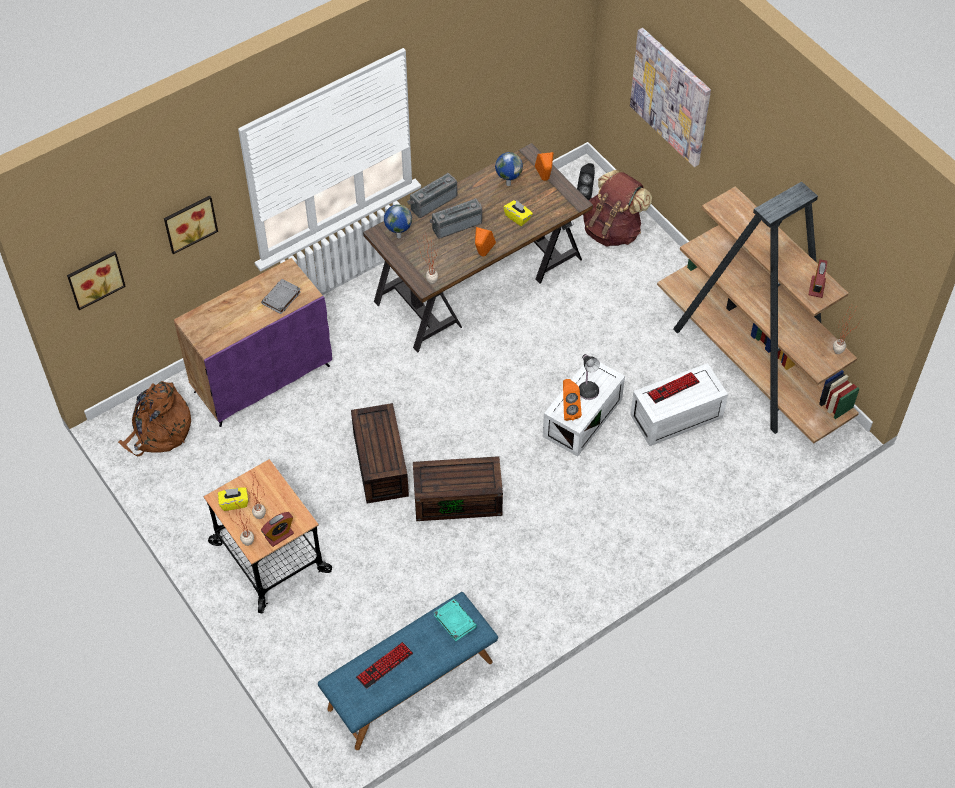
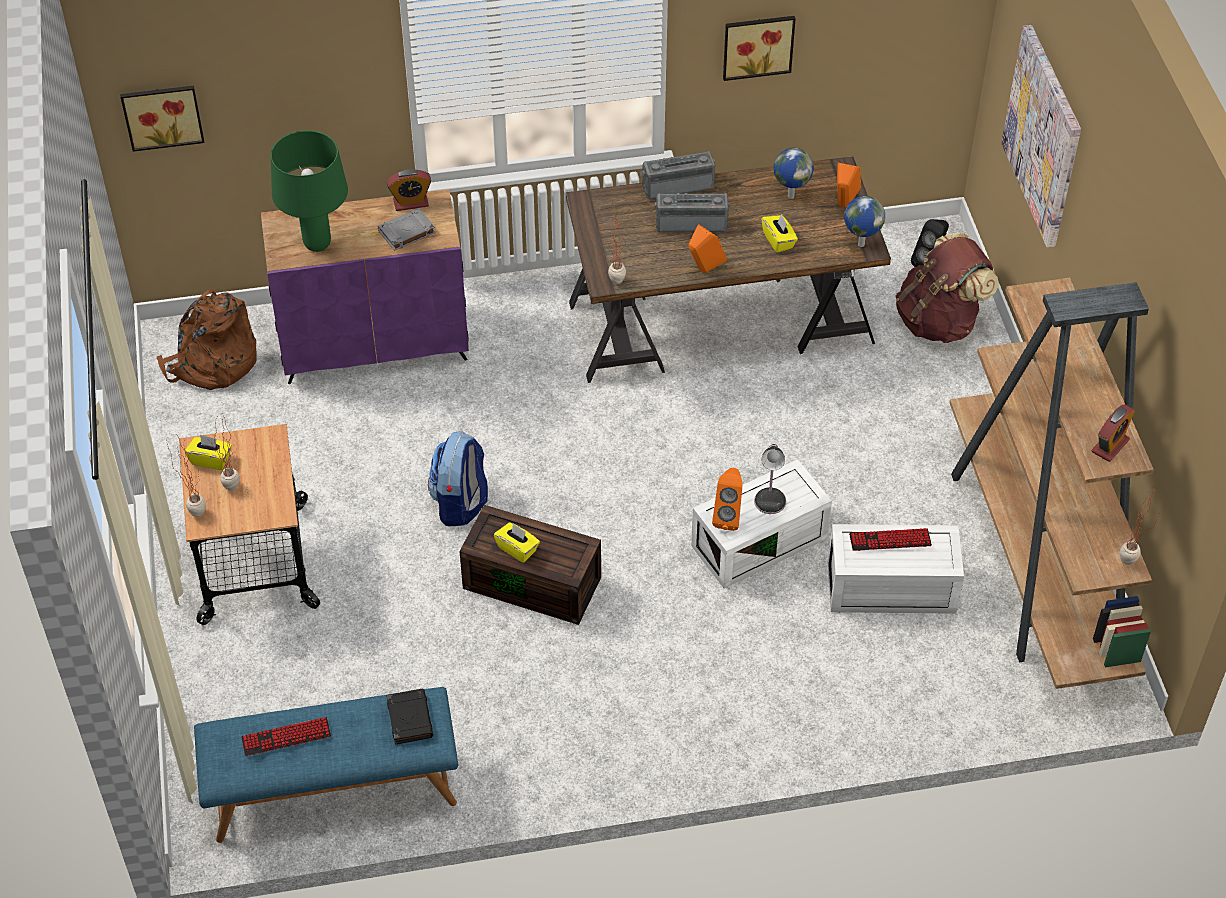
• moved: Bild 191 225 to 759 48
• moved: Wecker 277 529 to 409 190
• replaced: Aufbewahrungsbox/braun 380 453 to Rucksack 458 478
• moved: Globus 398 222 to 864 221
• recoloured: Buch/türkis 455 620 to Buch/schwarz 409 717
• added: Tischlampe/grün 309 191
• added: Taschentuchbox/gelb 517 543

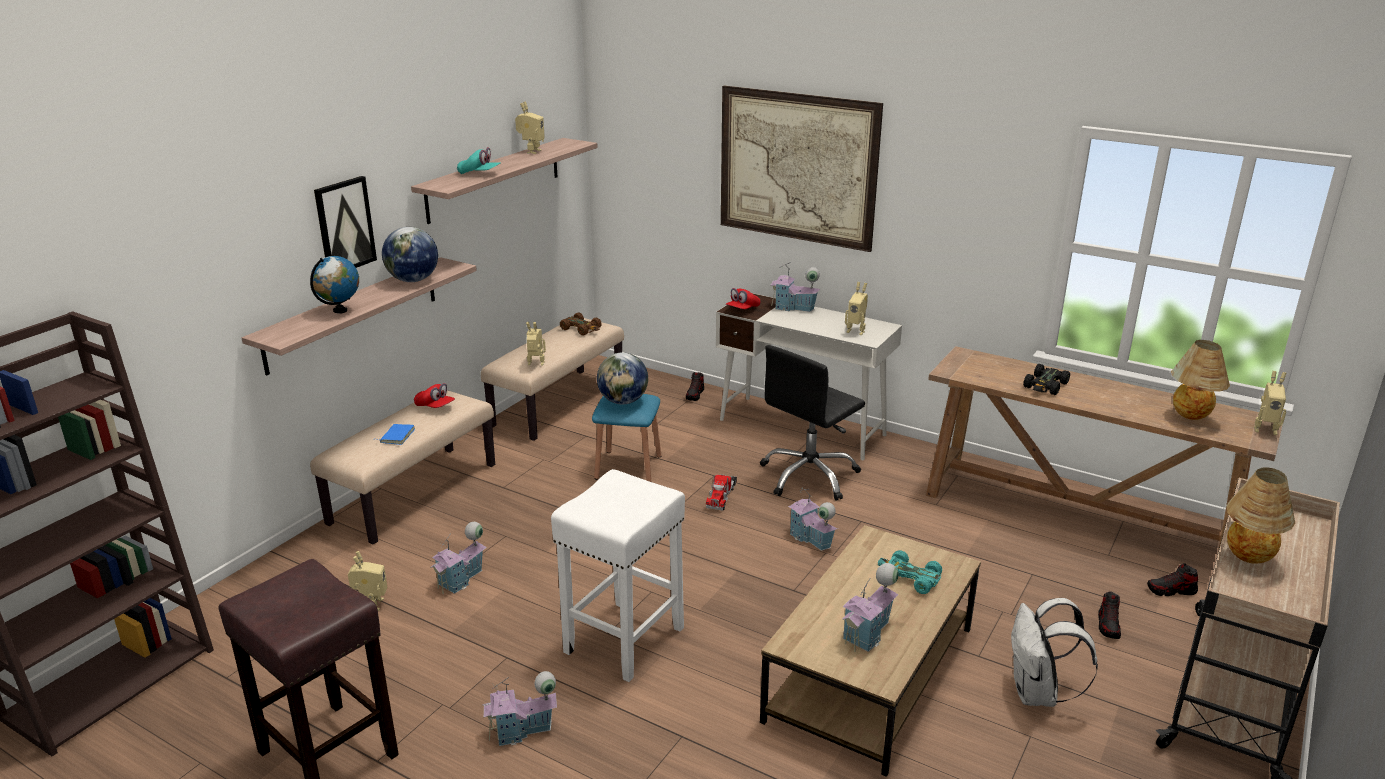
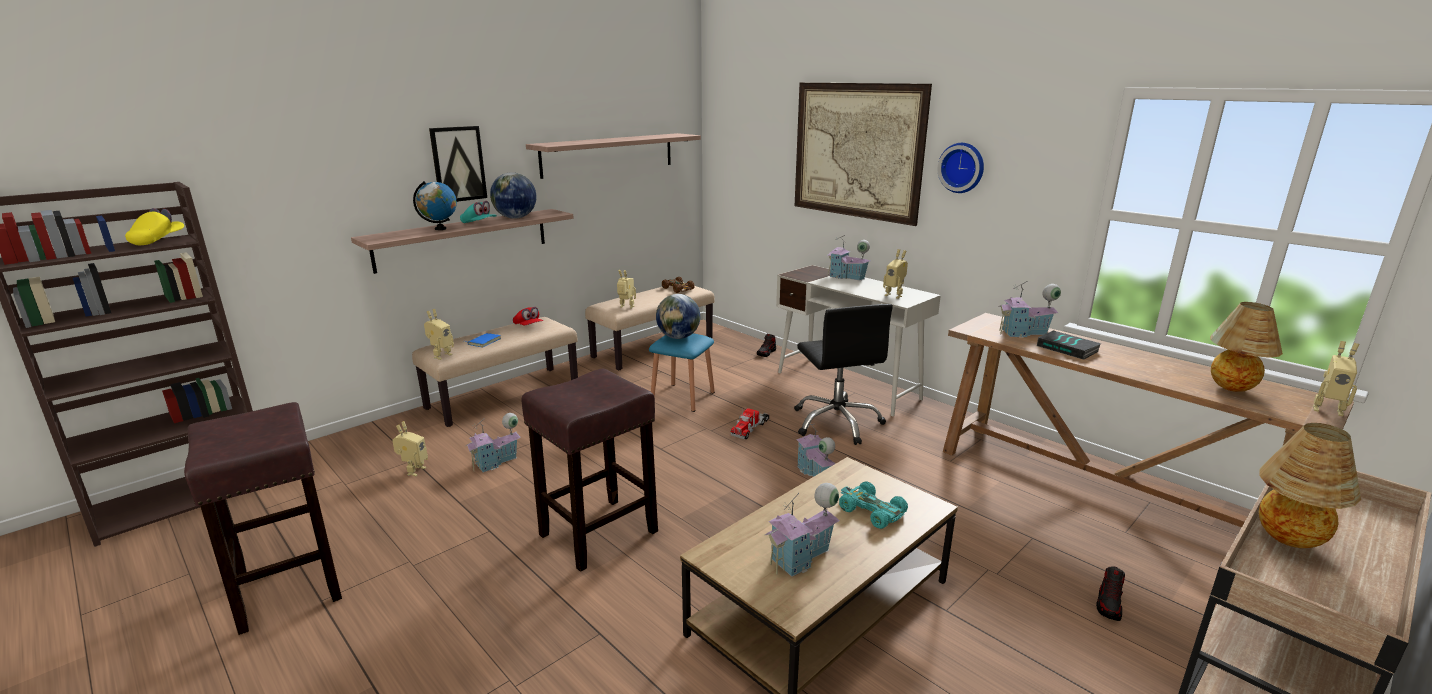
• moved: Kappe/türkis 478 160 to 478 212
• moved: Spielzeughaus 519 708 to 1029 309
• moved: Spielzeugroboter 530 128 to 439 334
• recoloured: Hocker/weiß 618 575 to Hocker/braun 589 470
• removed: Kappe/rot 743 298
• turned: Bürostuhl/schwarz 812 422 = 843 374 75 degrees counterclockwise
• removed: Rucksack/weiß 1054 652
• replaced: Spielzeugauto/schwarz 1046 379 to Buch 1069 345
• removed: Schuh 1172 579
• added: Kappe/gelb 154 226
• added: Wanduhr 961 168

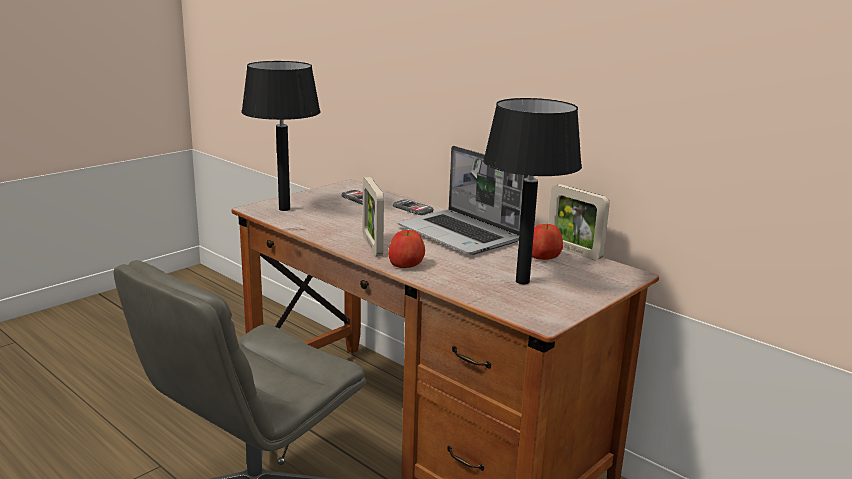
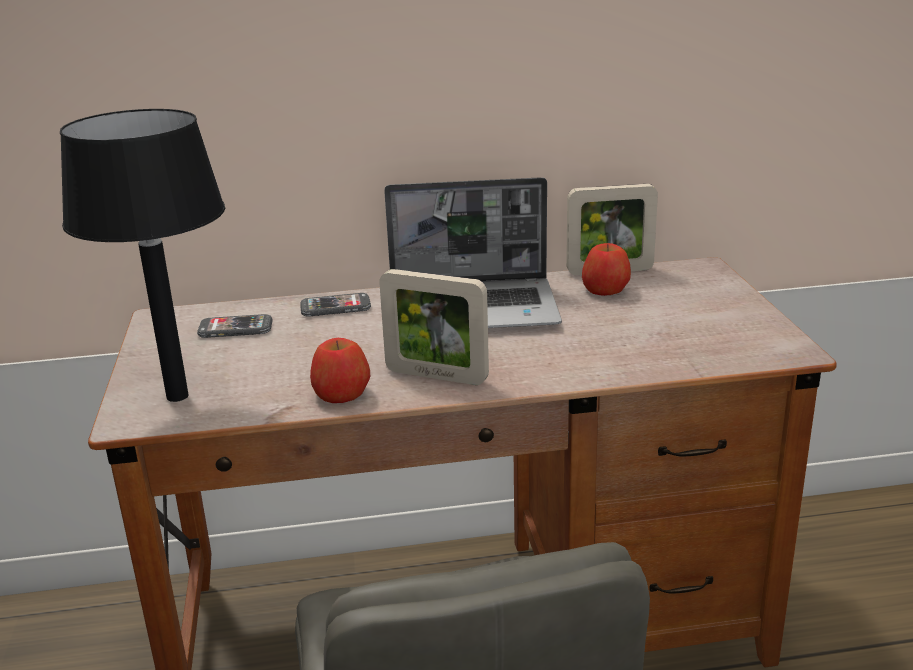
• moved: Apfel 406 249 to 340 370
• removed: Tischlampe/schwarz 532 191

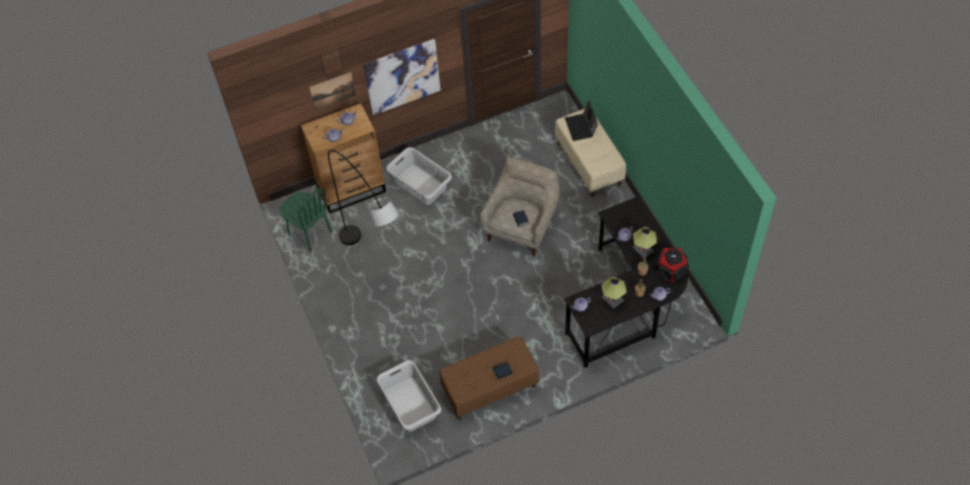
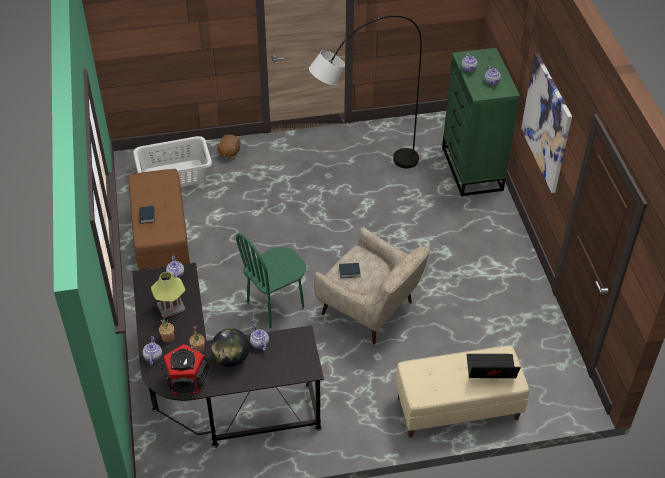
• moved: Stuhl/grün 306 220 to 271 281
• recoloured: Kommode/braun 343 158 to Kommode/grün 481 122
• removed: Bild 332 91
• removed: Wäschekorb/grau 419 176
• replaced: Tischlampe 644 242 to Globus 230 347
• added: Plüschtier/braun 228 147

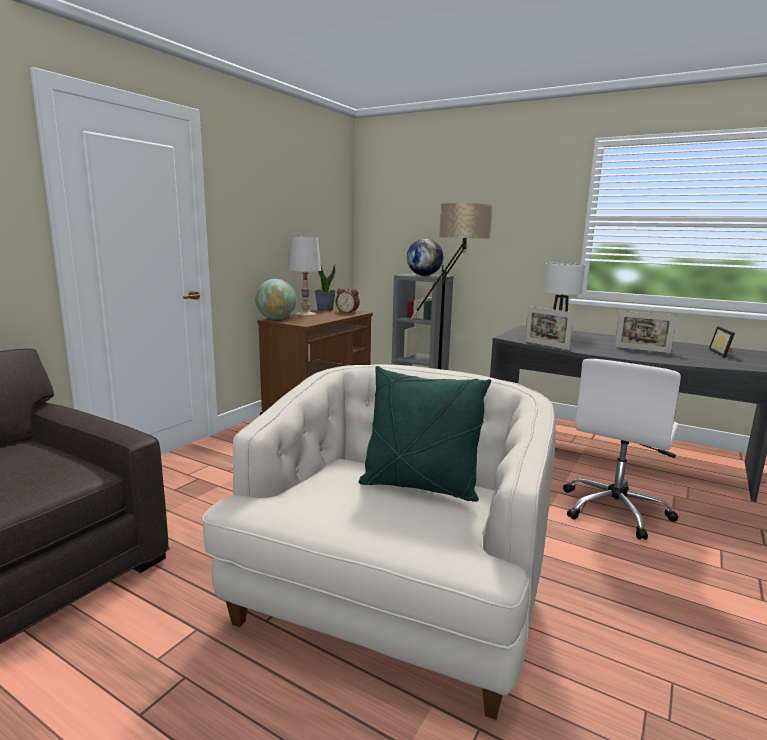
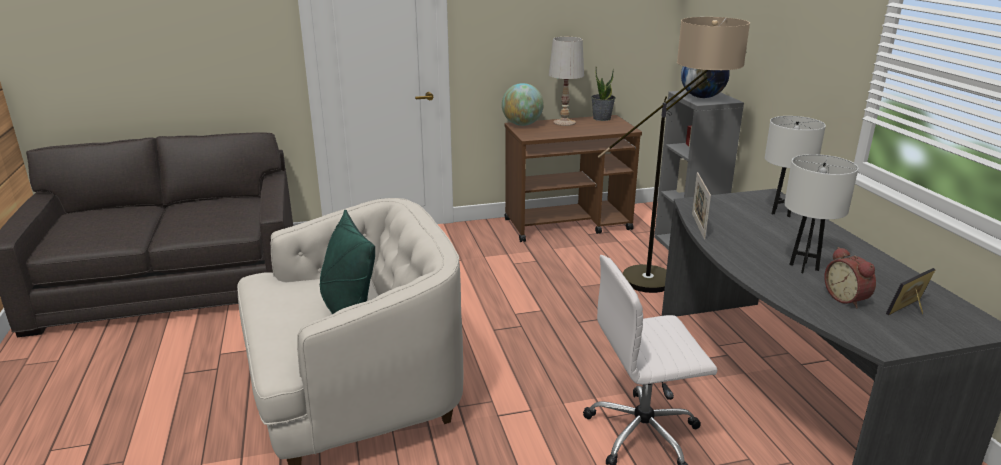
• moved: Wecker 348 301 to 850 277
• replaced: Bilderrahmen 645 332 to Tischlampe/weiß 821 213

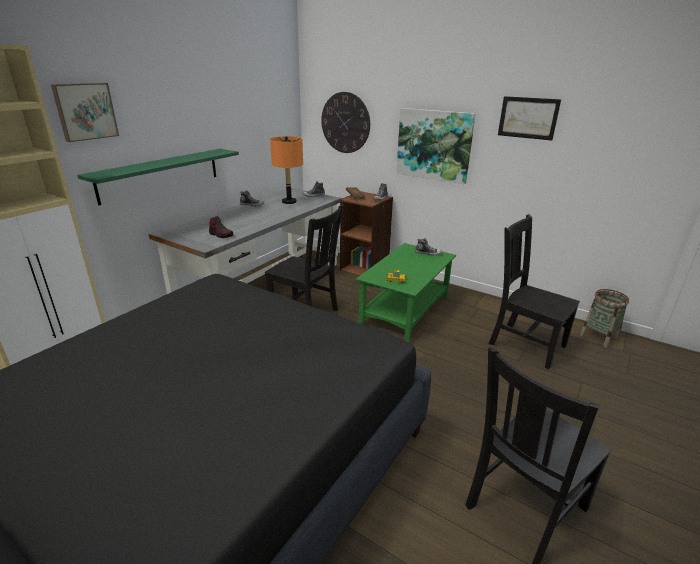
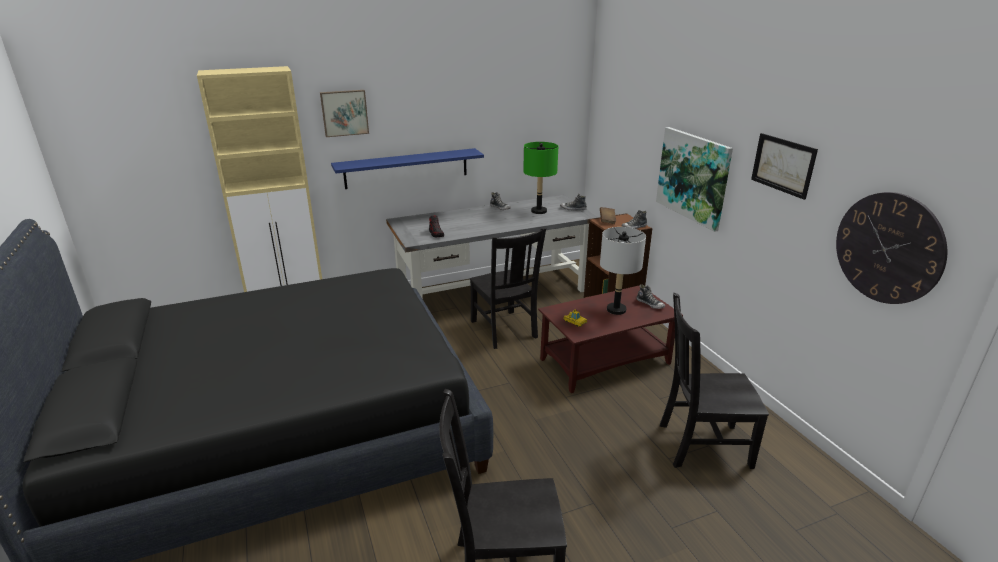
• recoloured: Wandregal/grün 158 177 to Wandregal/blau 407 168
• recoloured: Tischlampe/orange 286 170 to Tischlampe/grün 540 178
• moved: Wanduhr 345 122 to 891 248
• recoloured: Couchtisch/grün 406 292 to Couchtisch/braun 610 339
• turned: Stuhl/schwarz 534 291 = 714 381 75 degrees counterclockwise
• removed: Korb 604 318
• added: Tischlampe/grau 623 271

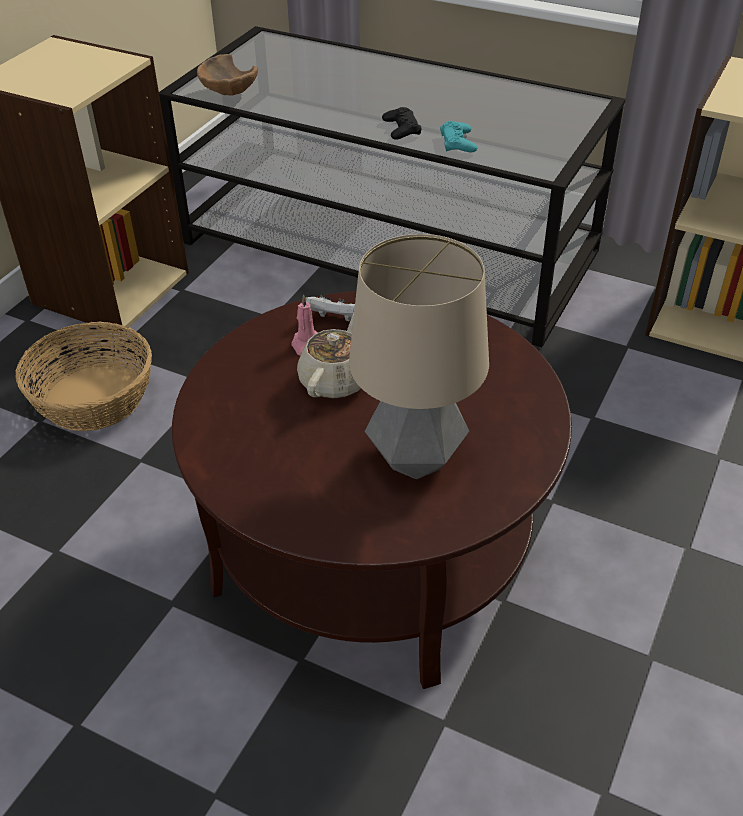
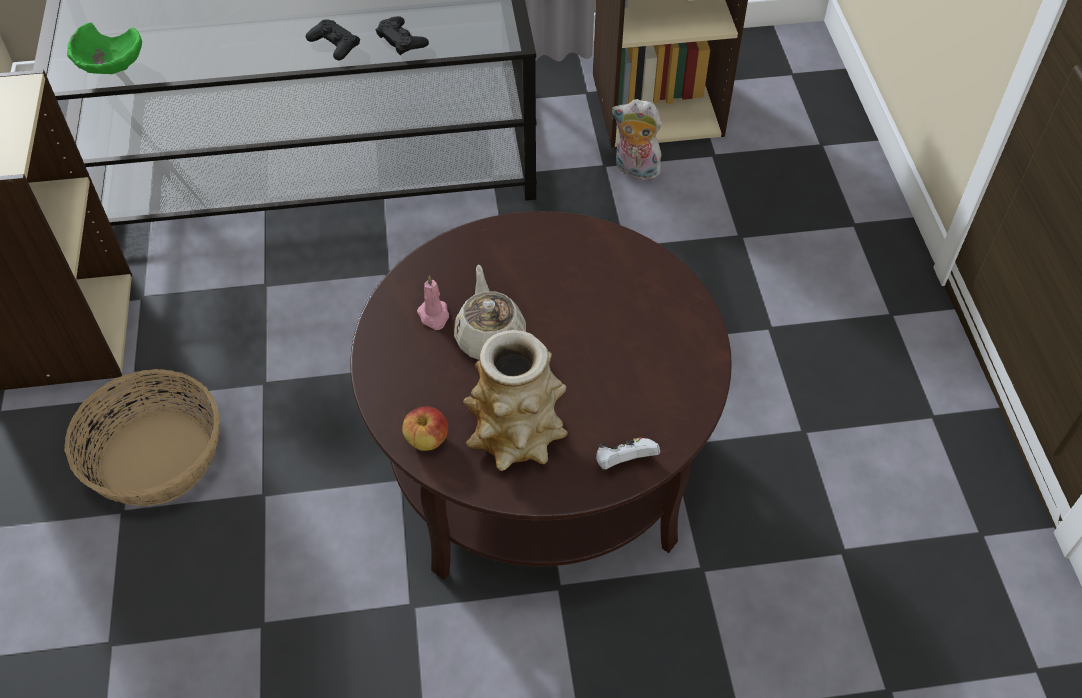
• recoloured: Schüssel/braun 227 75 to Schüssel/grün 104 48
• moved: Gamepad/weiß 330 308 to 628 453
• removed: Tischlampe 419 356
• recoloured: Gamepad/türkis 459 136 to Gamepad/schwarz 402 35
• added: Apfel 425 429
• added: Vase 515 400
• added: Plüschtier 637 140

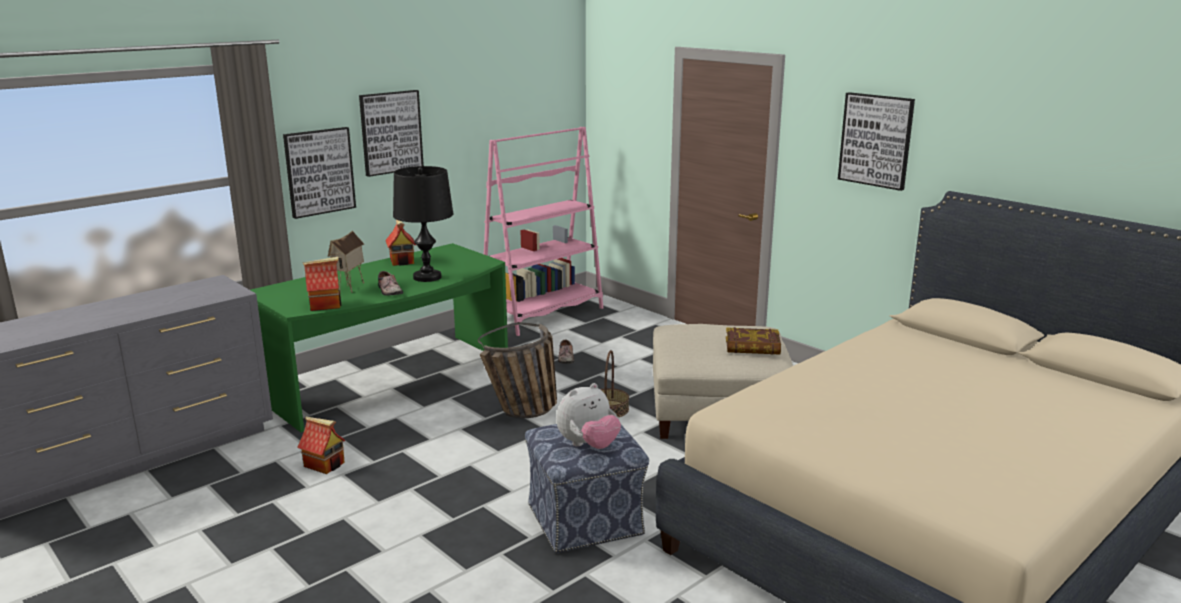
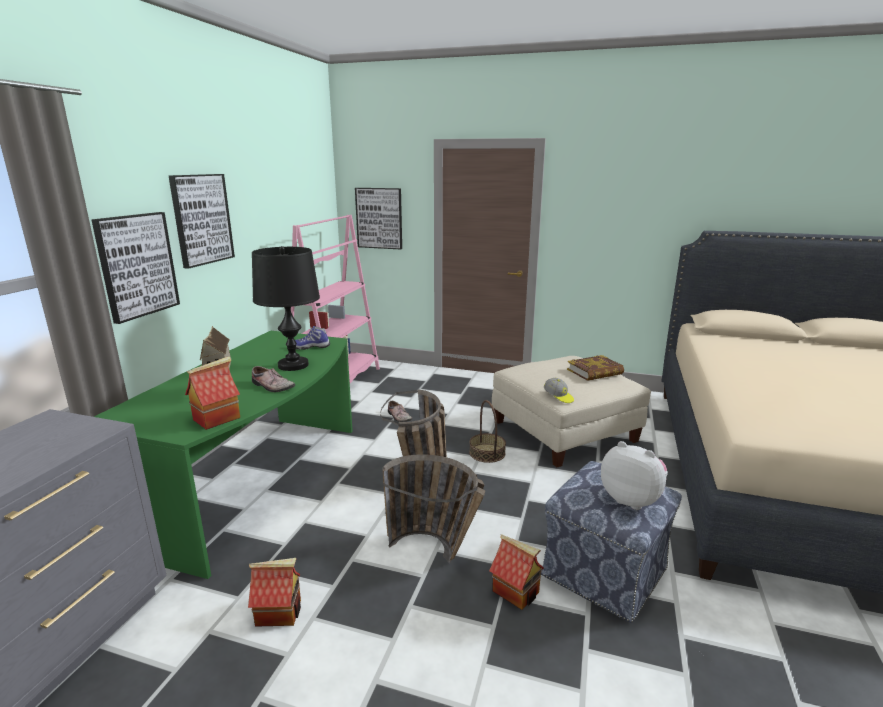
• moved: Spielzeughaus 400 243 to 516 572
• turned: Plüschtier 588 416 = 634 475 75 degrees counterclockwise
• moved: Bild 876 141 to 378 219
• added: Schuh 312 338
• added: Korb 433 508
• added: Kappe 559 390

